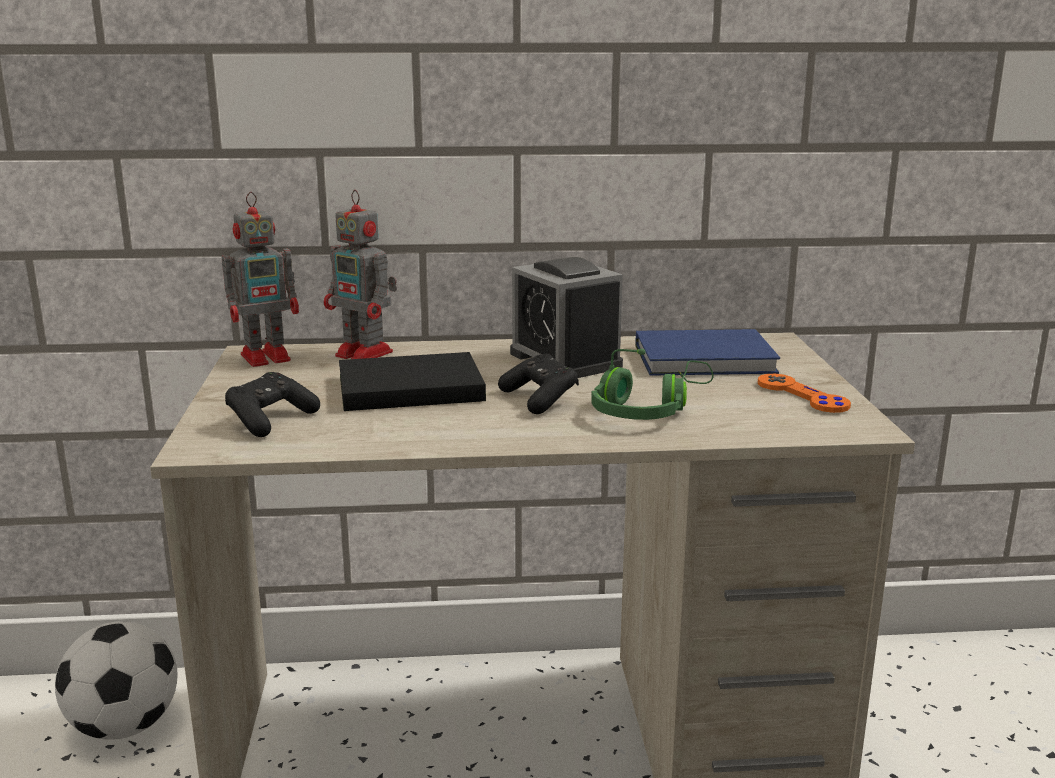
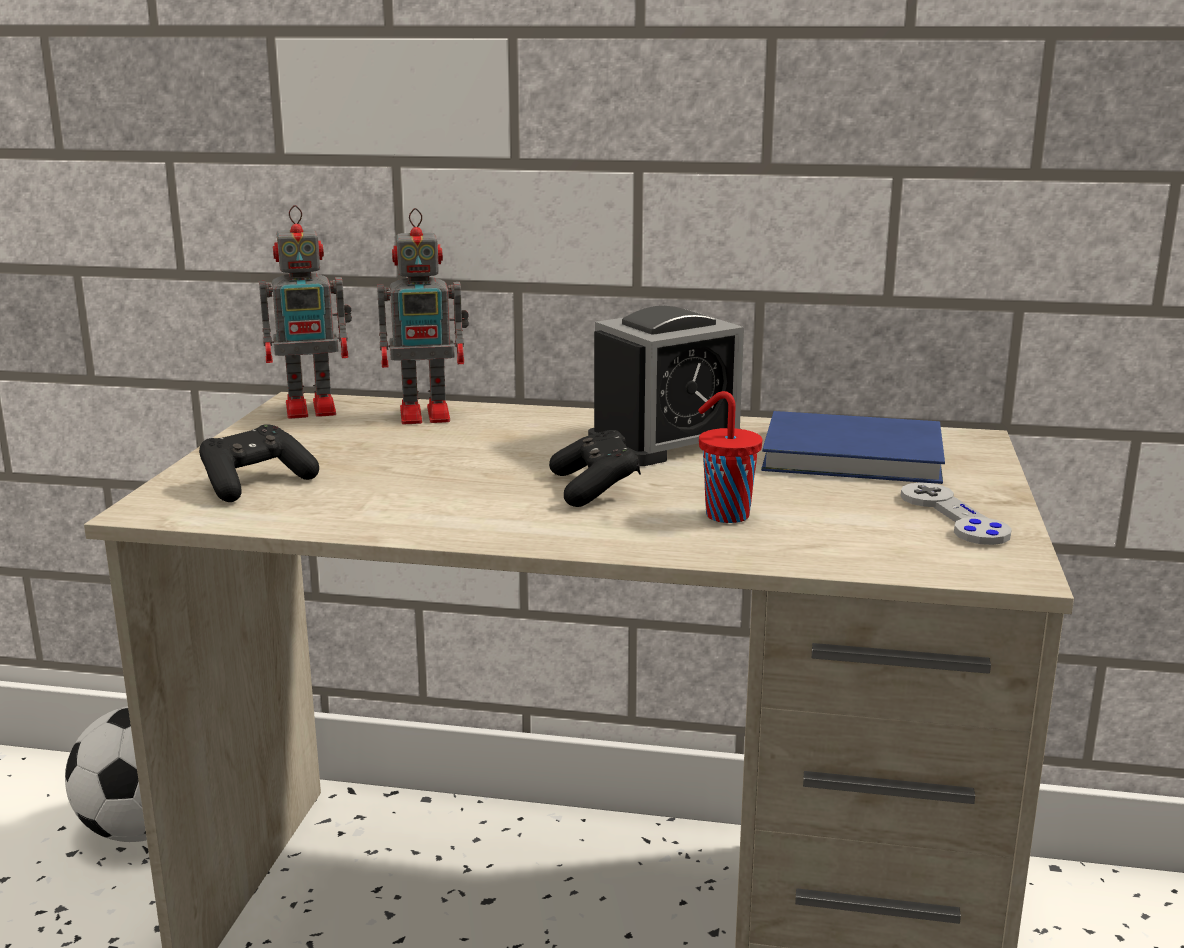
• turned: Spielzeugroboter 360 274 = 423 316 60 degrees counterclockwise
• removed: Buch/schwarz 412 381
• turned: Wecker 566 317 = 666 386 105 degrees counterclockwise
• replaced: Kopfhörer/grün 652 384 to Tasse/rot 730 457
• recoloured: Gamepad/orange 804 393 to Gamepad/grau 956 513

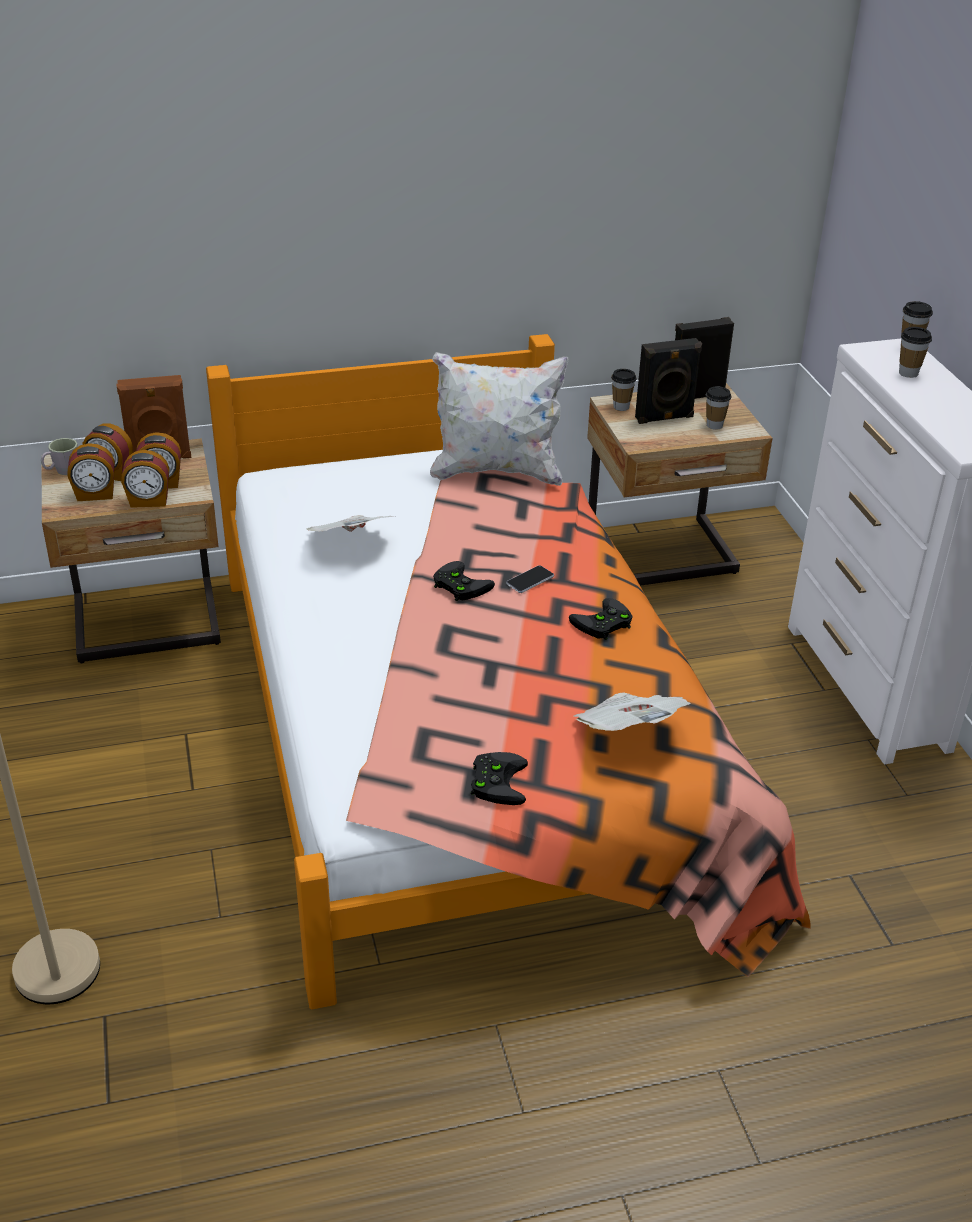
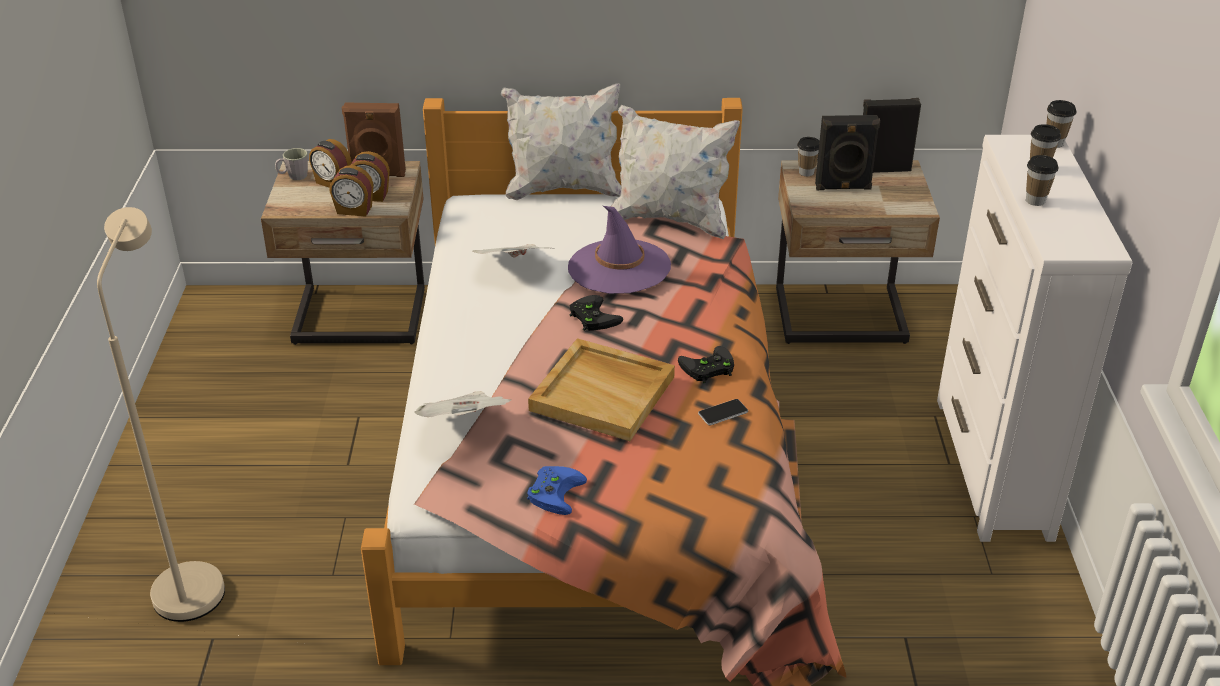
• removed: Wecker 91 472
• recoloured: Gamepad/schwarz 499 778 to Gamepad/blau 557 490
• moved: Handy 530 579 to 723 412
• moved: Zeitung 632 711 to 463 404
• moved: Tasse 718 408 to 1042 180
• added: Kissen/weiß 561 141
• added: Tablett/beige 601 389
• added: Hut/lila 619 250

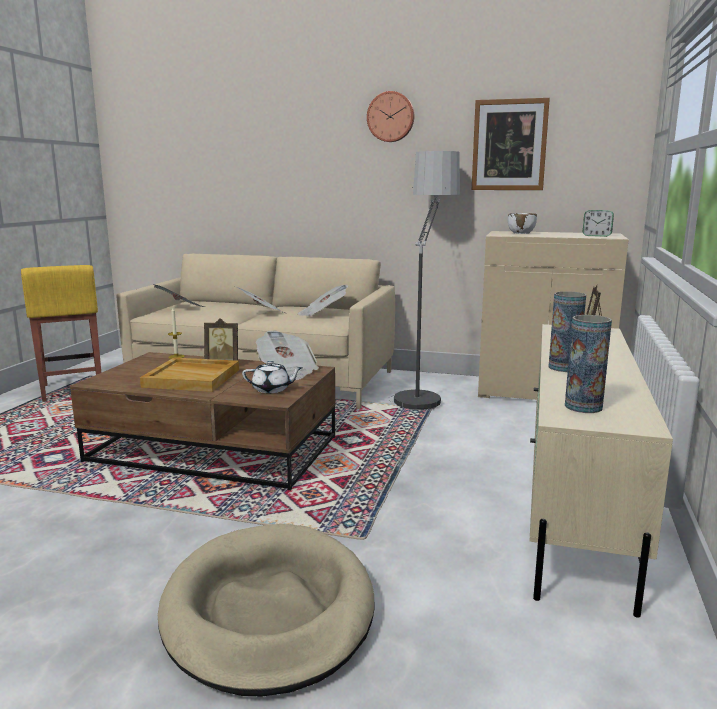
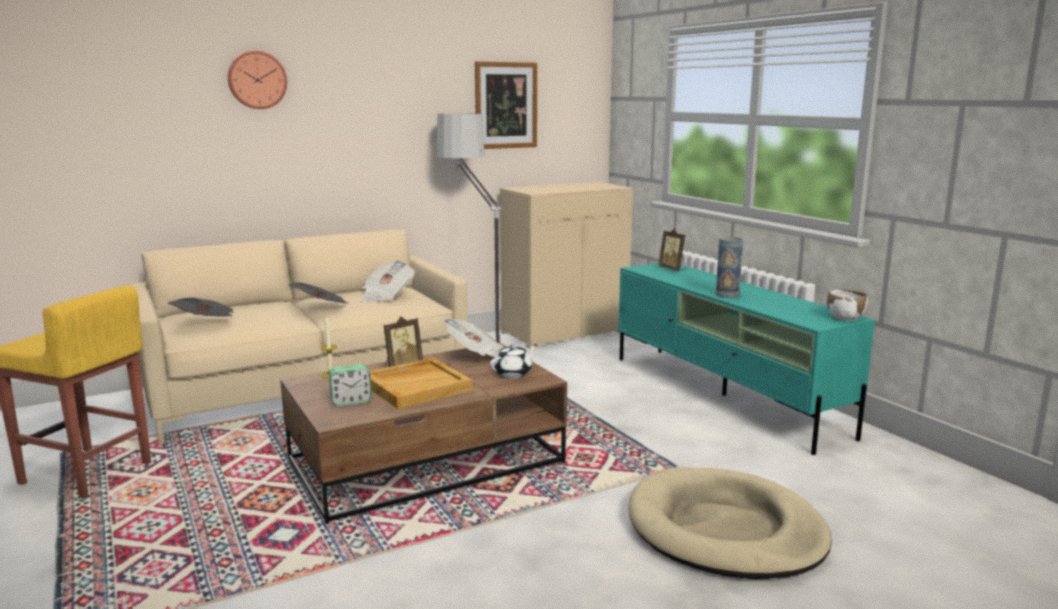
• moved: Wanduhr 390 116 to 257 80
• moved: Schüssel/weiß 522 223 to 847 305
• recoloured: Fernsehschrank/beige 601 471 to Fernsehschrank/türkis 746 359
• removed: Vase 588 364
• moved: Wecker 598 223 to 350 385

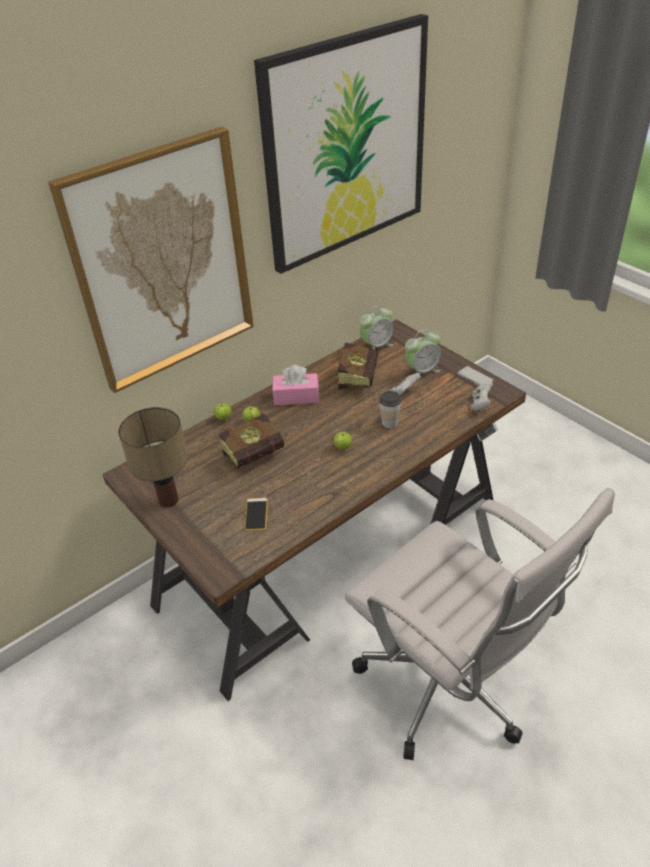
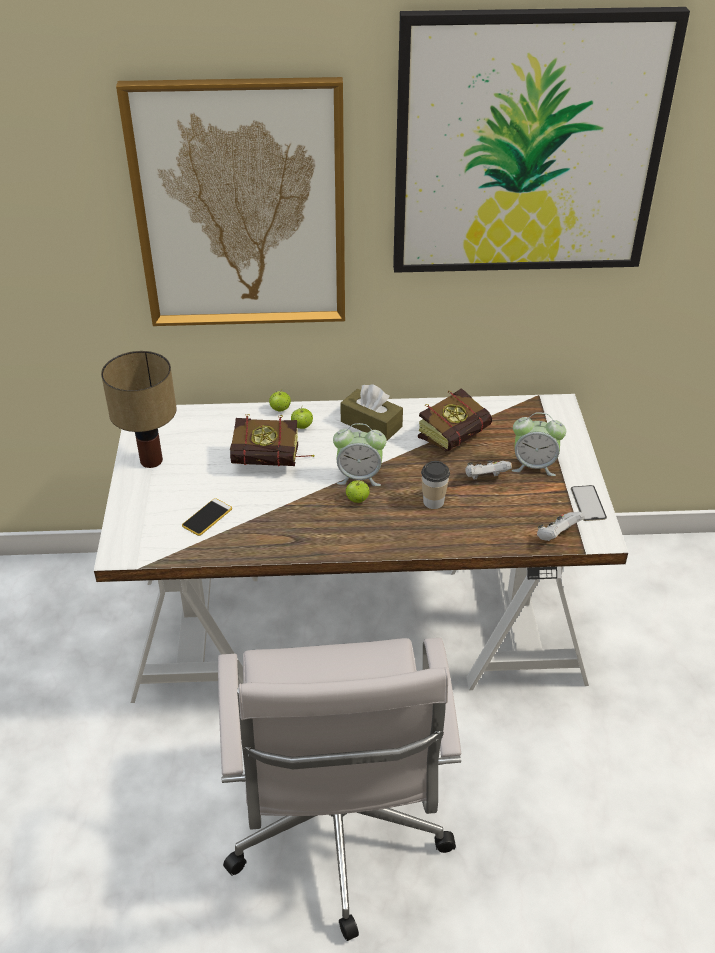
• recoloured: Schreibtisch/braun 314 510 to Schreibtisch/weiß 361 548
• recoloured: Taschentuchbox/rosa 296 385 to Taschentuchbox/braun 371 412
• moved: Wecker 376 327 to 360 454

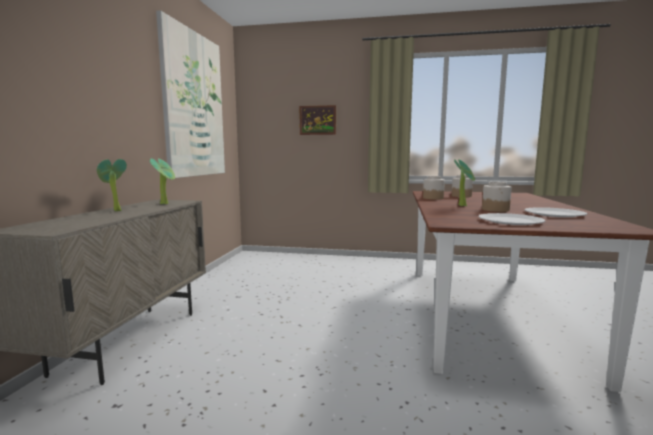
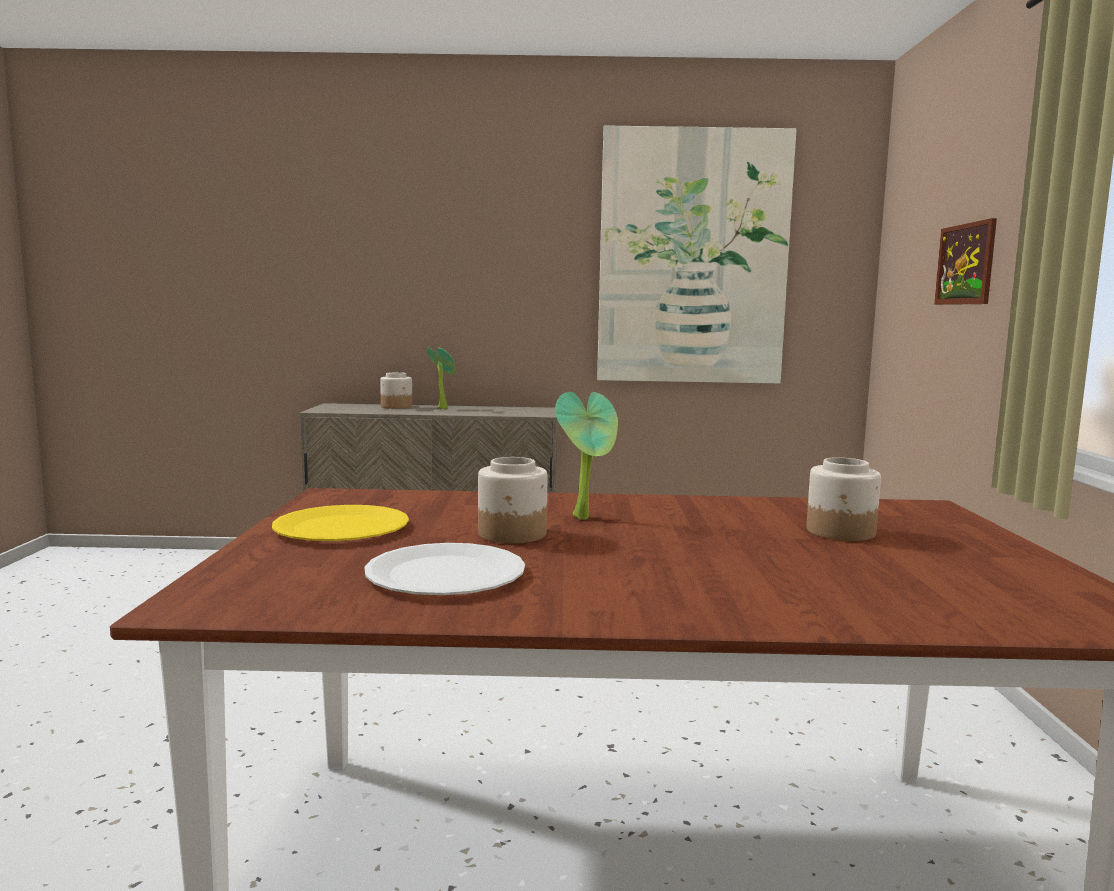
• removed: Topfpflanze 162 181
• moved: Vorratsglas 434 187 to 396 390
• recoloured: Teller/weiß 512 219 to Teller/gelb 340 523

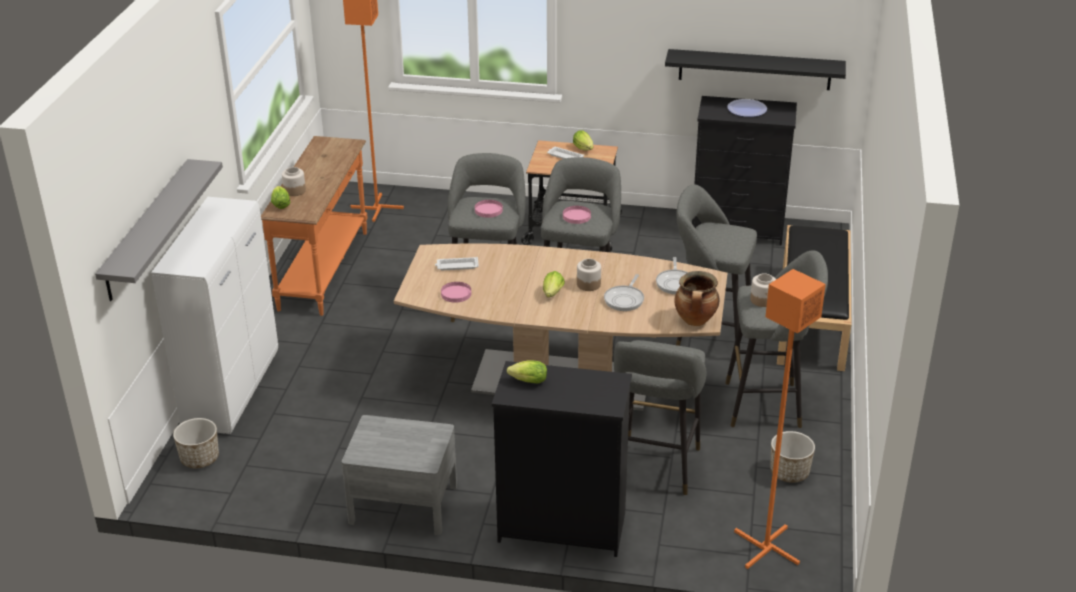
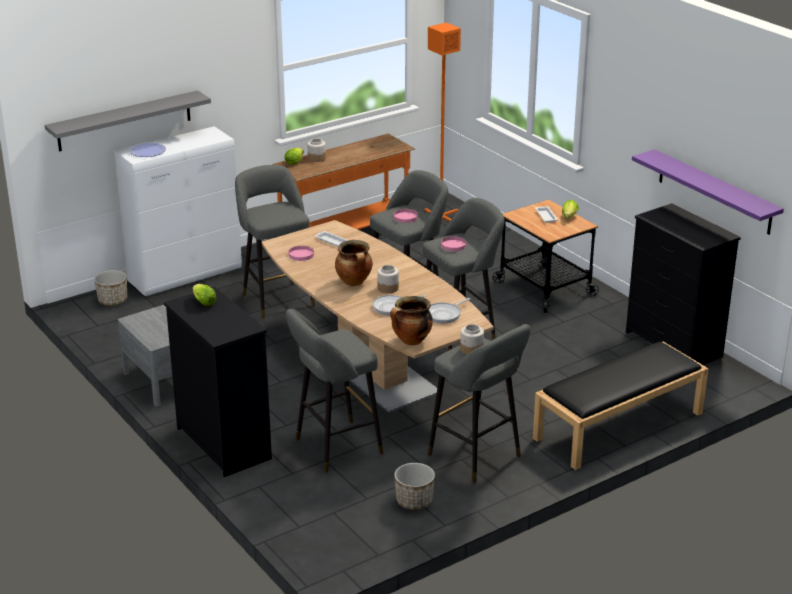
• replaced: Salatkopf 554 284 to Kochtopf 354 263
• recoloured: Wandregal/schwarz 755 69 to Wandregal/lila 708 192
• moved: Hocker/grau 716 272 to 275 242
• moved: Teller 747 108 to 147 149
• removed: Stehlampe/orange 780 419

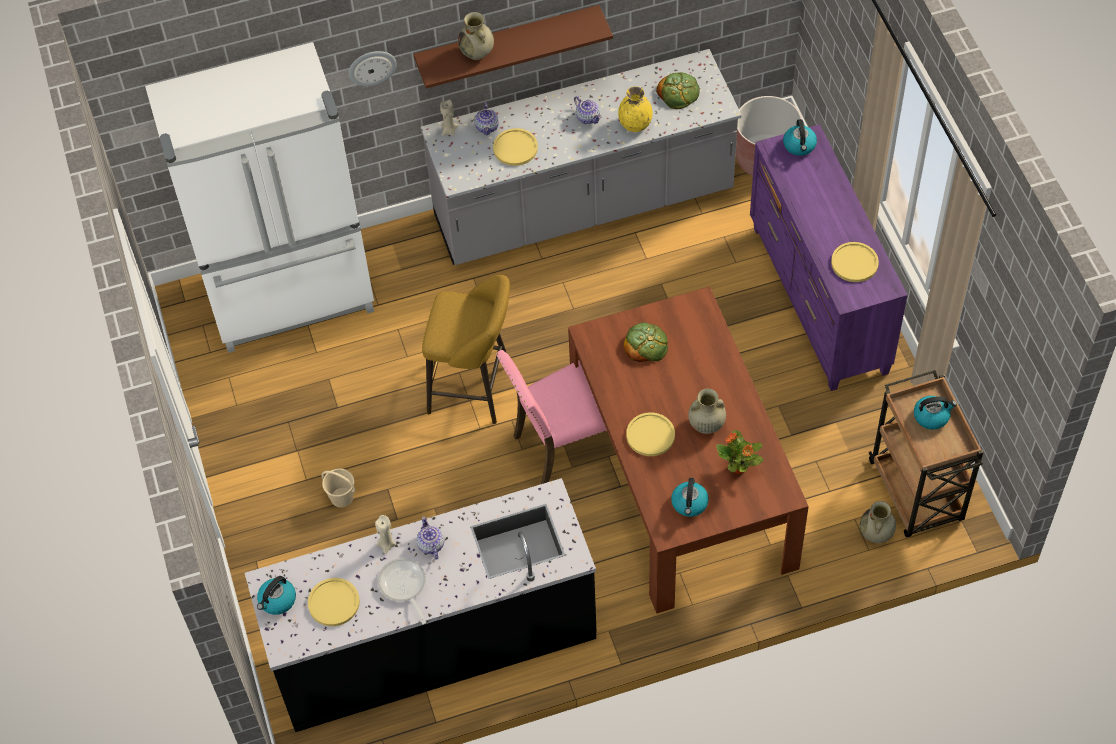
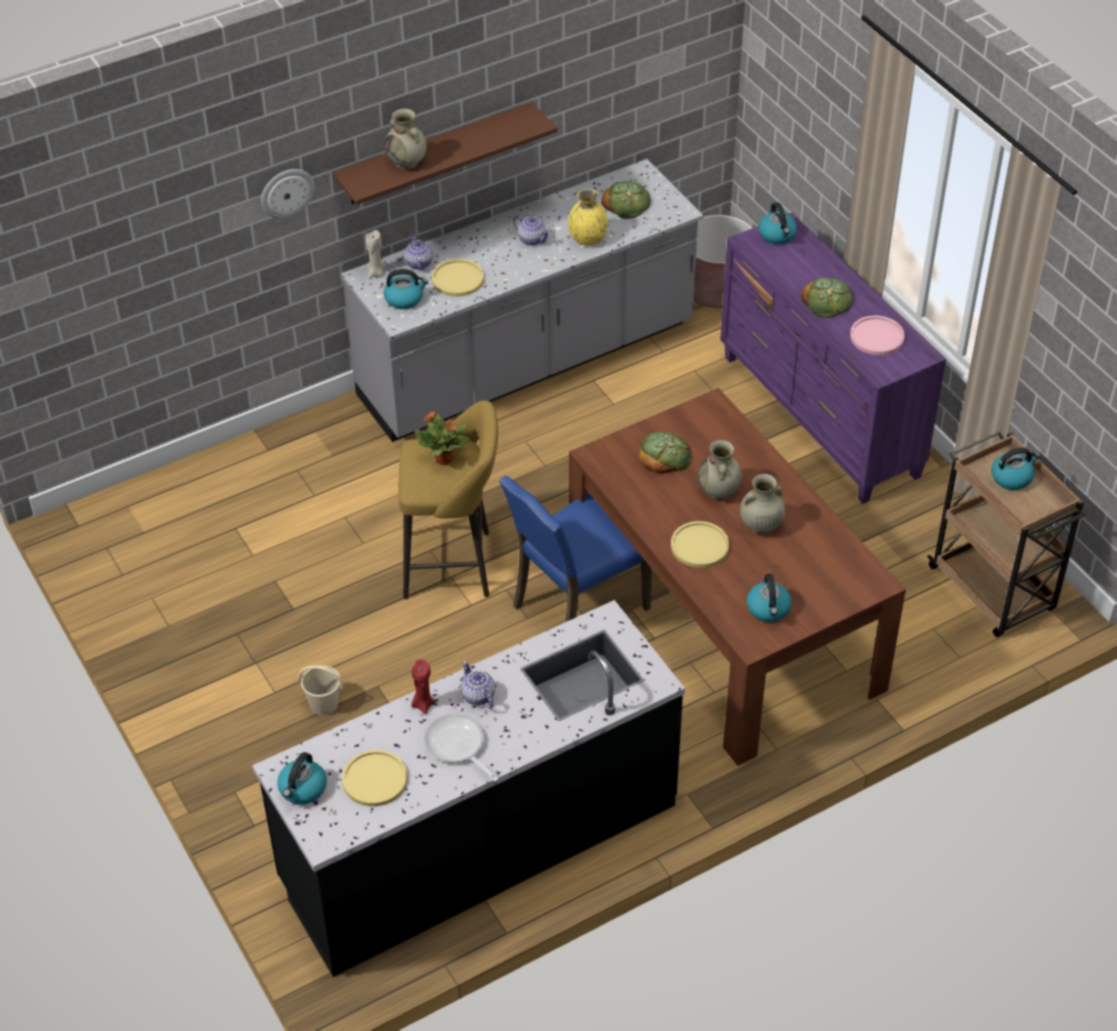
• removed: Kühlschrank/weiß 259 197
• recoloured: Kerze/beige 385 534 to Kerze/rot 423 686
• recoloured: Stuhl/rosa 551 417 to Stuhl/blau 575 549
• moved: Topfpflanze 739 452 to 442 438
• recoloured: Teller/gelb 855 262 to Teller/rosa 877 335
• moved: Vase/beige 878 522 to 720 469
• added: Wasserkessel 405 289
• added: Brot 827 298

